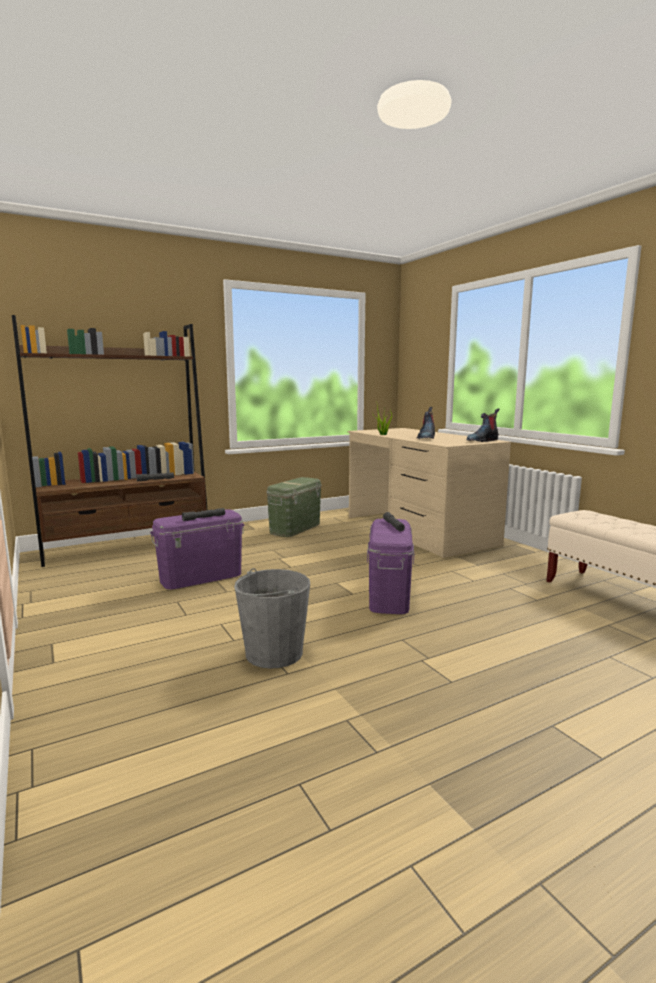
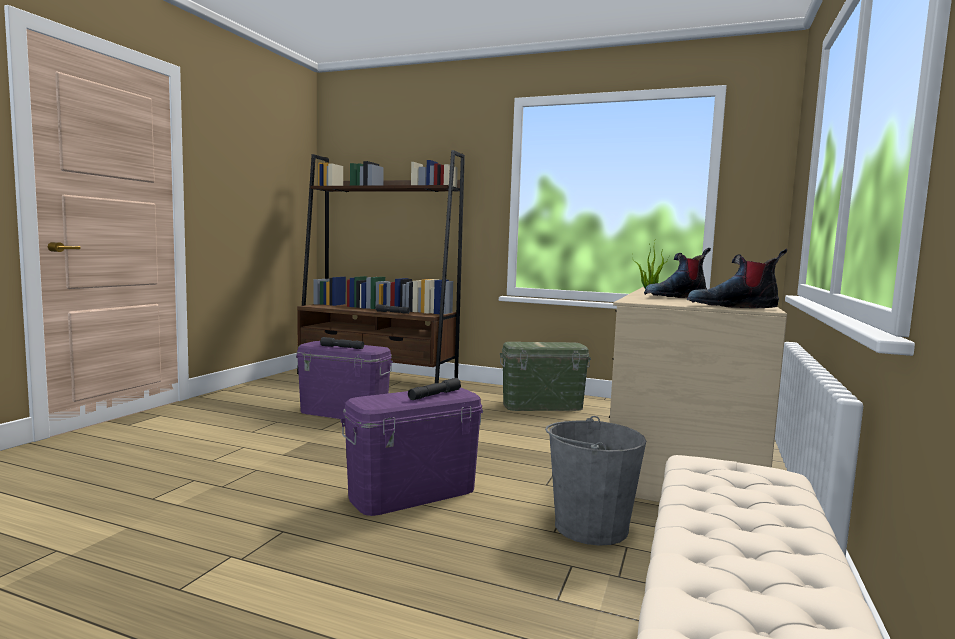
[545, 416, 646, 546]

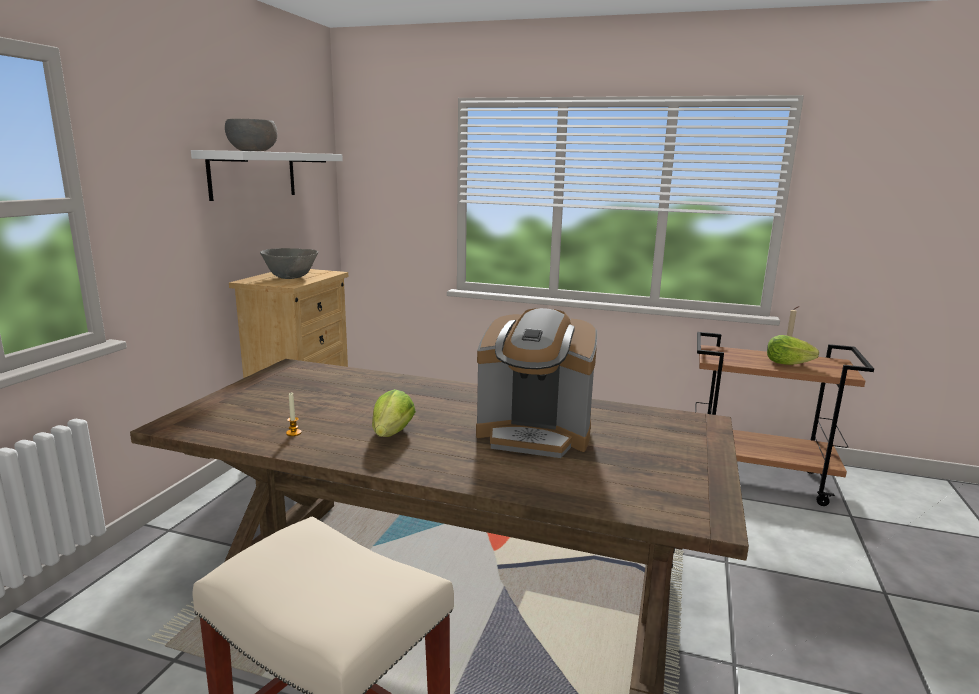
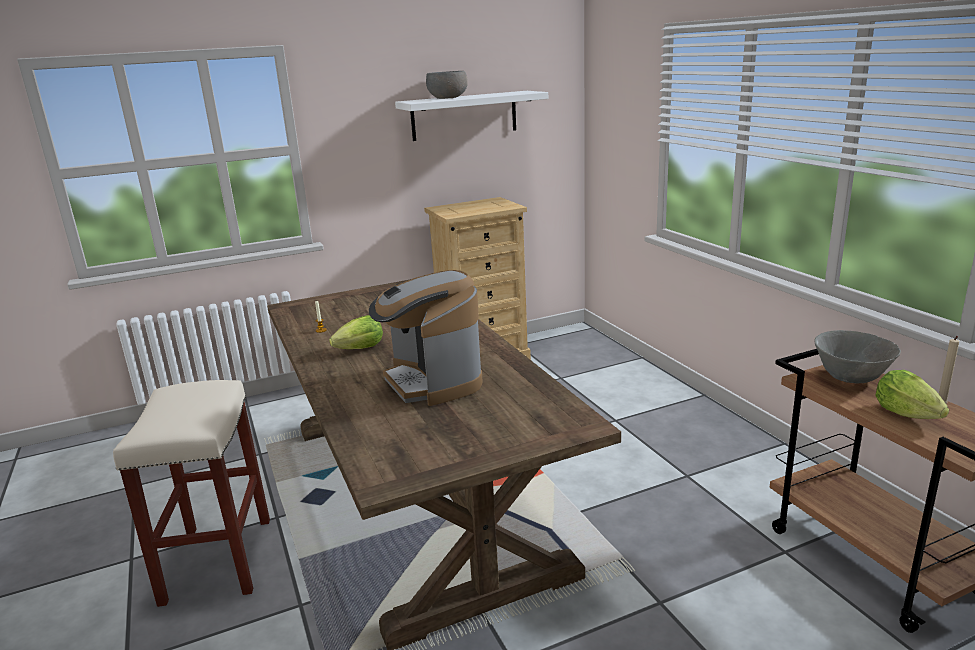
[814, 330, 901, 383]

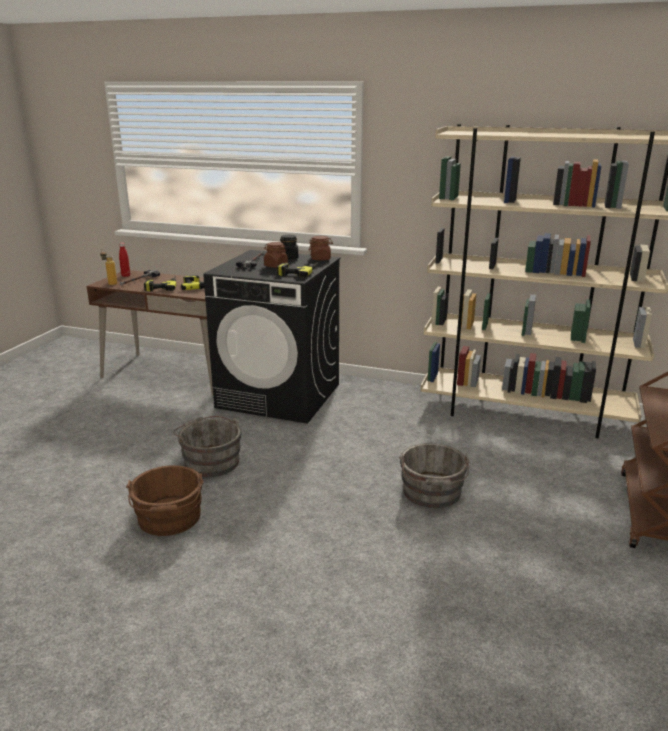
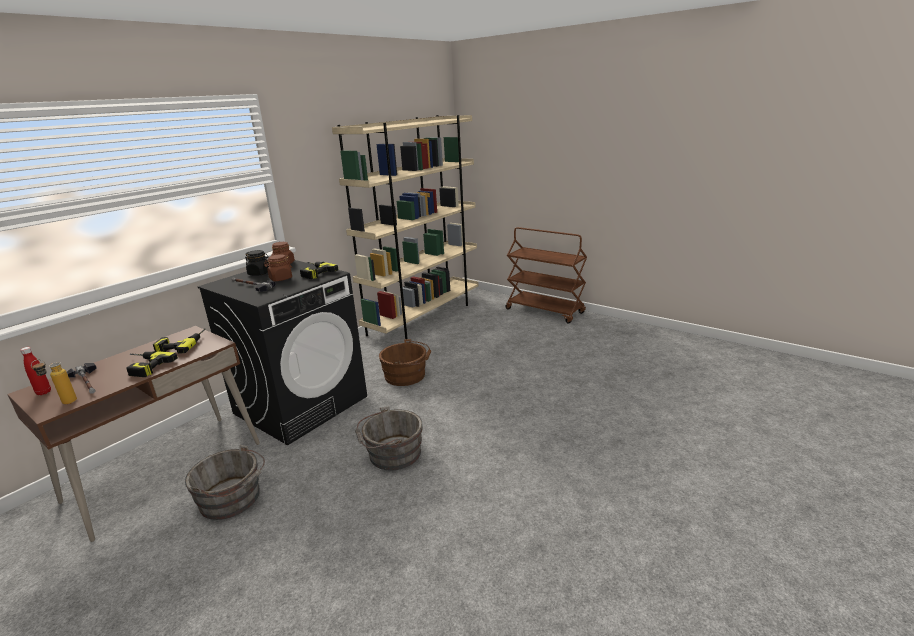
[379, 339, 431, 386]
[185, 445, 265, 520]

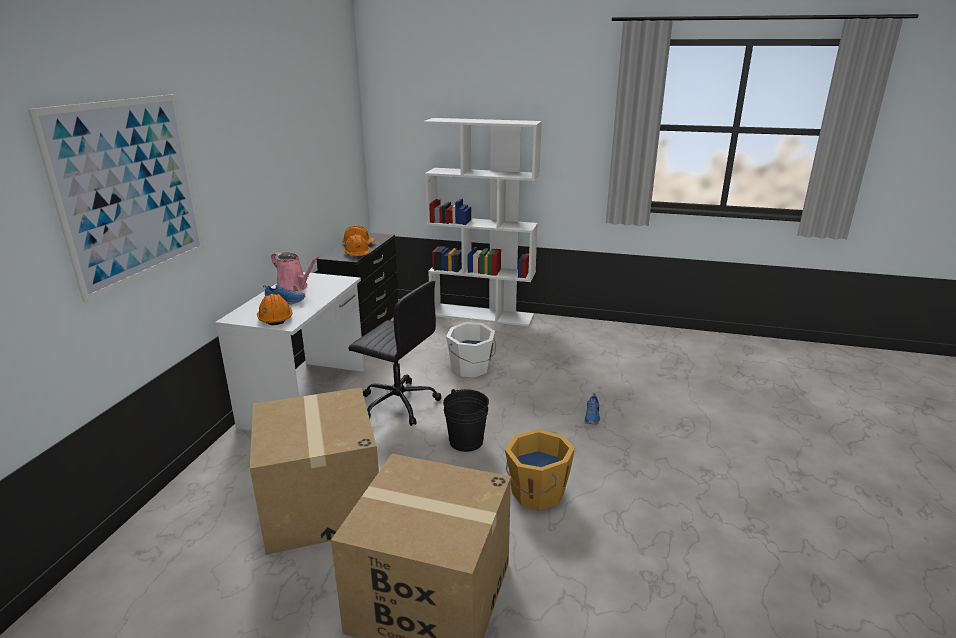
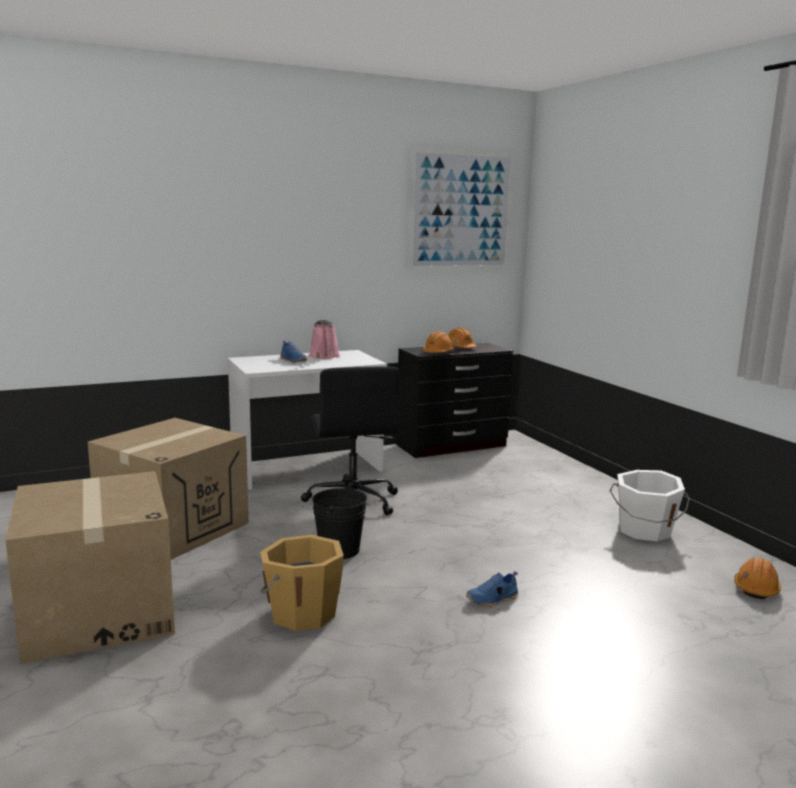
[423, 118, 542, 326] (first image)
[409, 148, 514, 270]
[734, 557, 781, 599]
[610, 470, 690, 541]

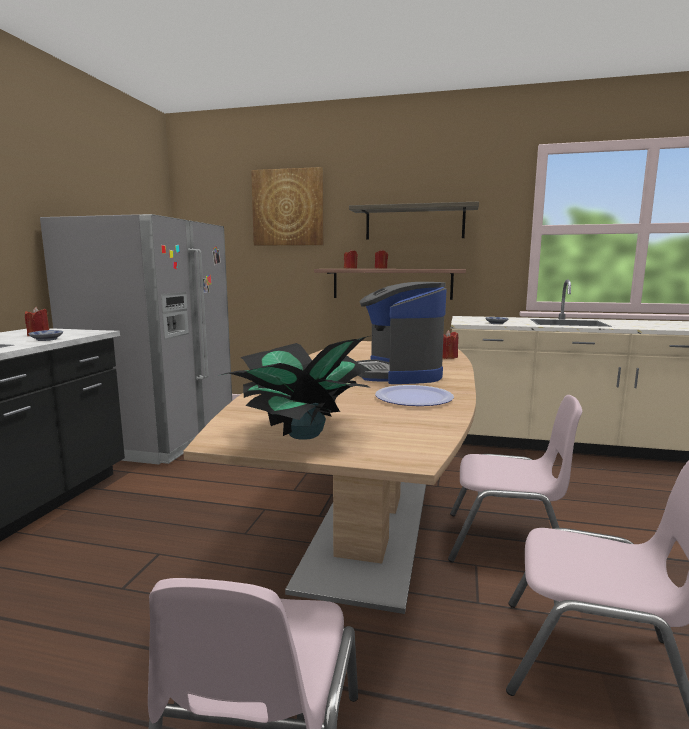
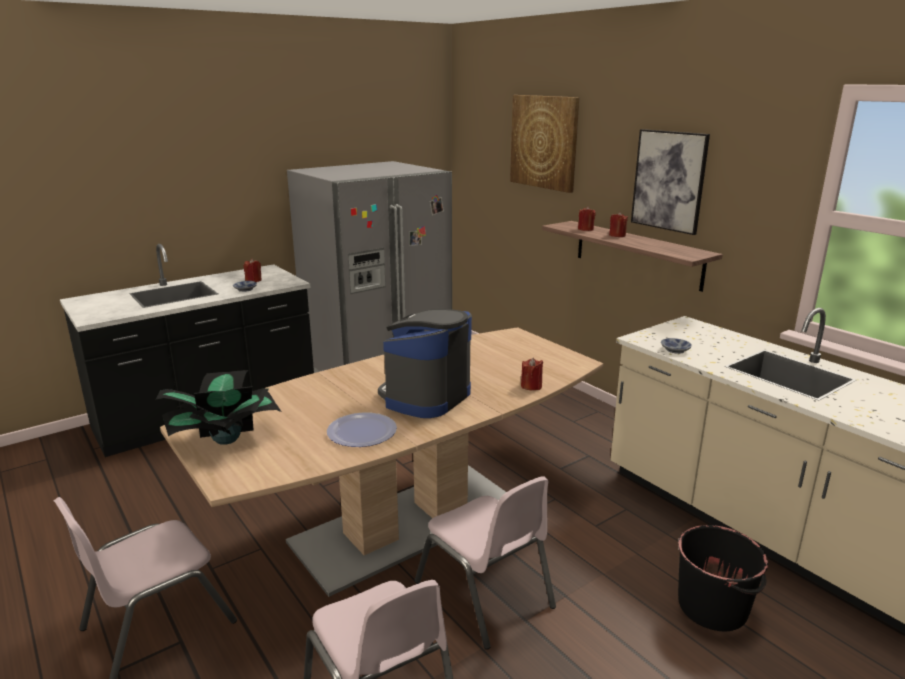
[678, 525, 768, 631]
[631, 129, 710, 235]

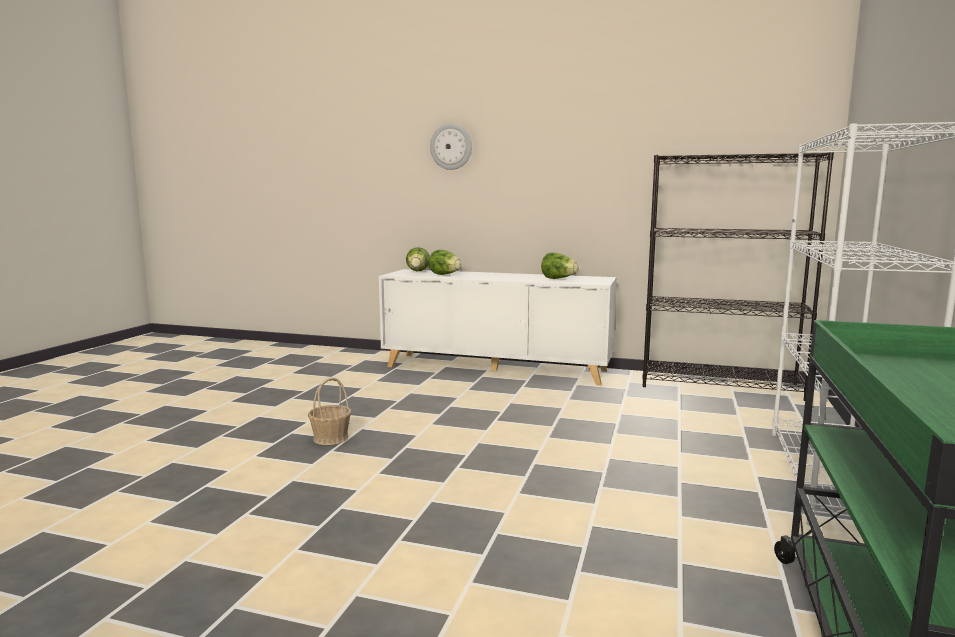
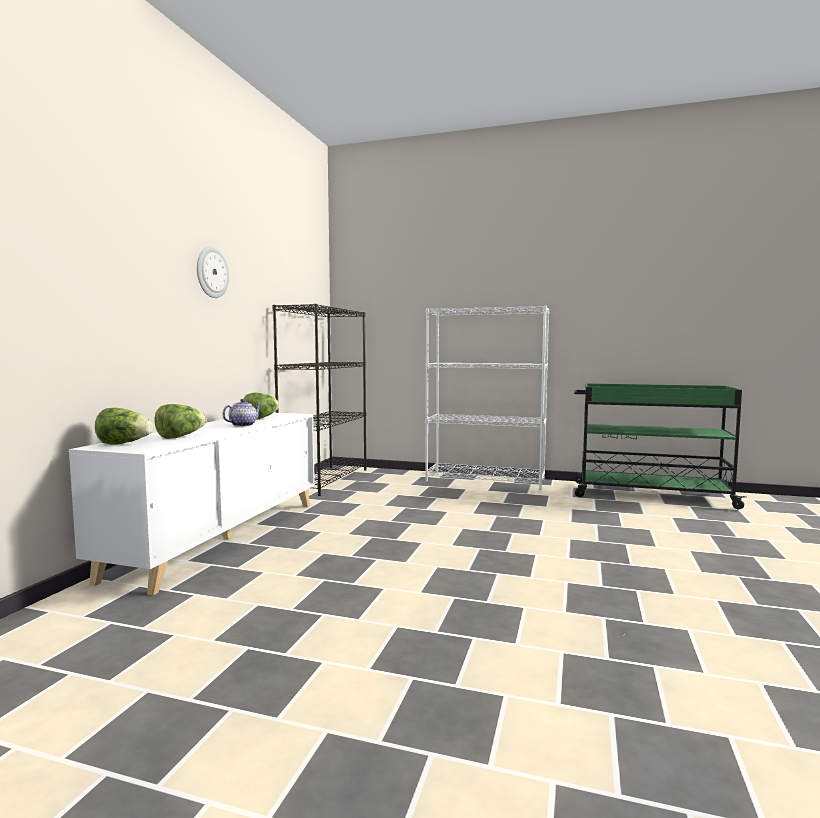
[308, 377, 352, 445] (first image)
[222, 399, 262, 427]
[197, 246, 229, 298]

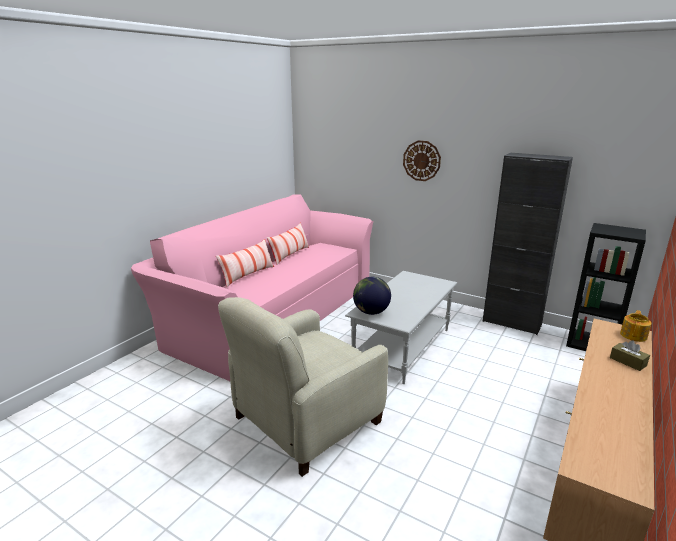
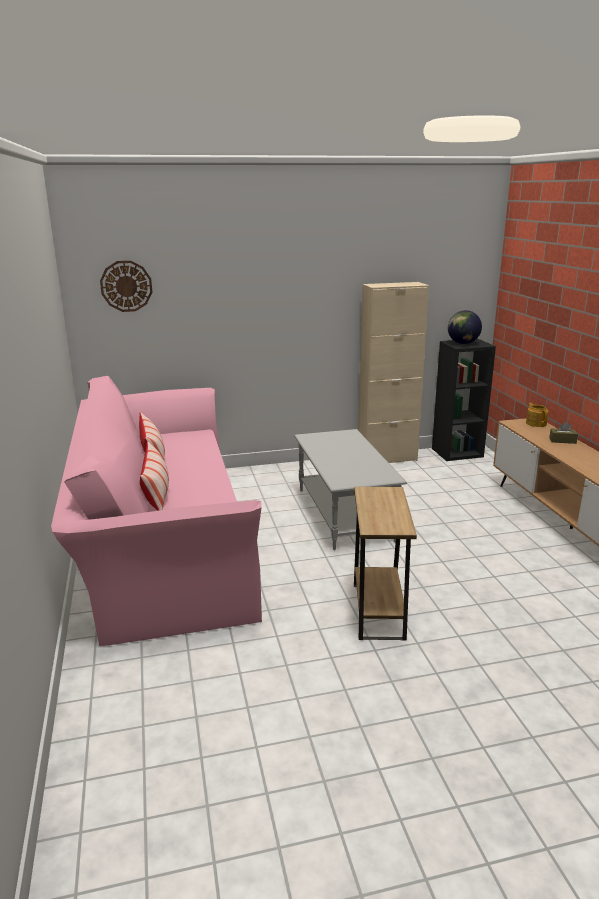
[448, 310, 482, 344]
[100, 261, 152, 312]
[354, 487, 417, 641]
[358, 282, 429, 463]

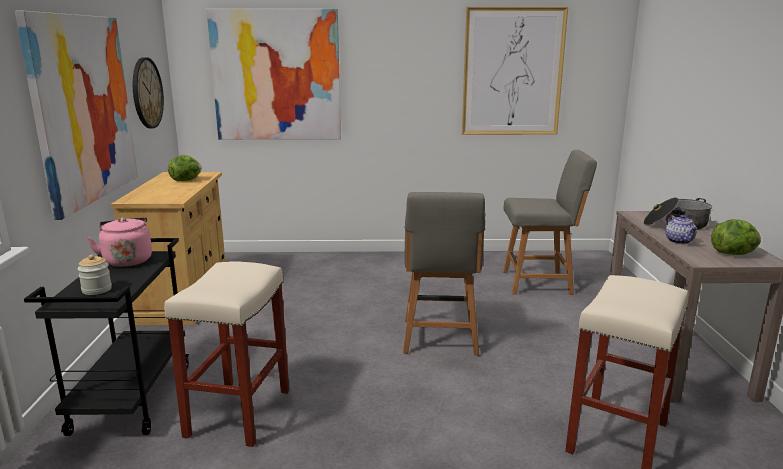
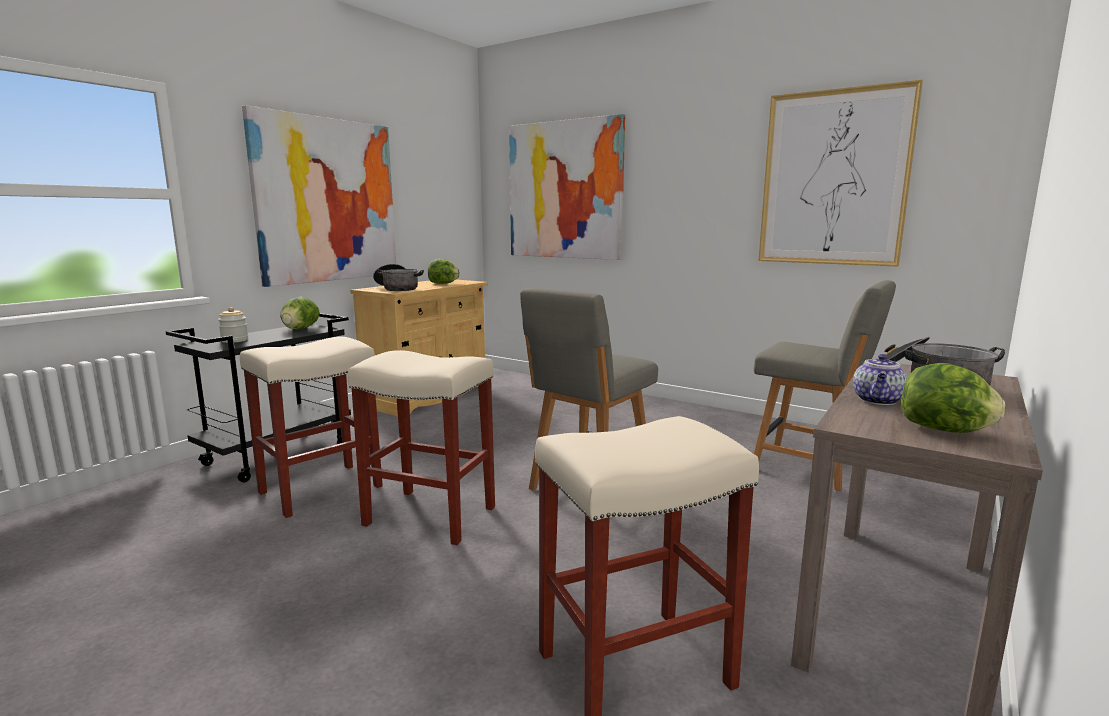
[133, 57, 164, 128] (first image)
[348, 350, 495, 545]
[373, 264, 424, 291]
[280, 297, 320, 330]

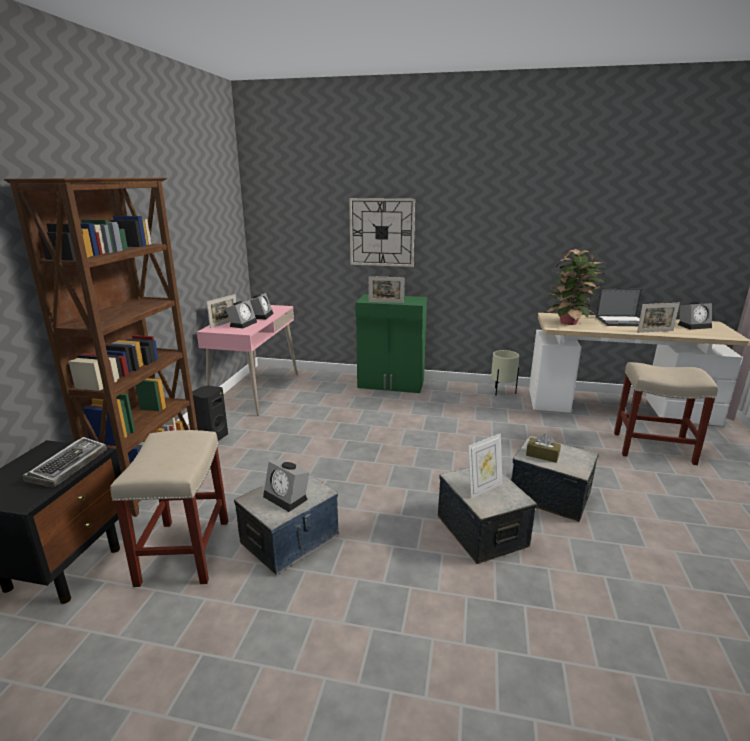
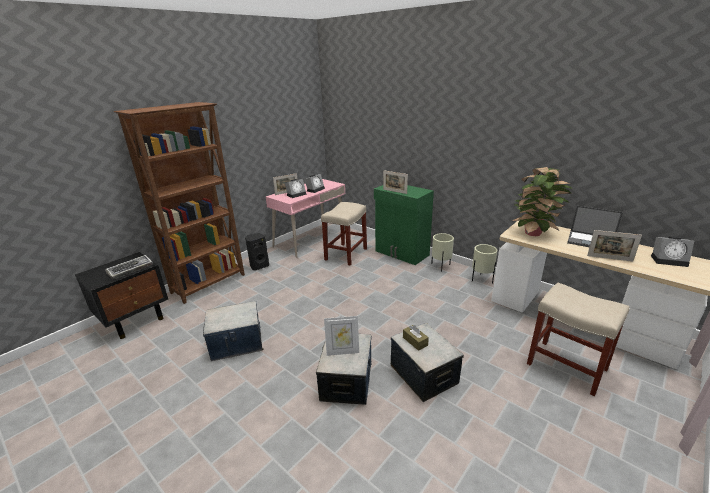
[263, 460, 309, 512] (first image)
[349, 198, 415, 267] (first image)
[431, 233, 454, 272]
[321, 202, 367, 266]

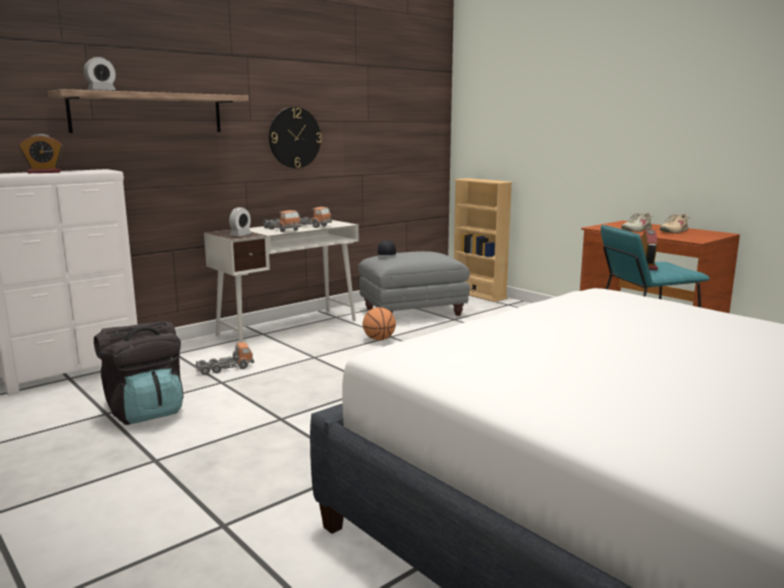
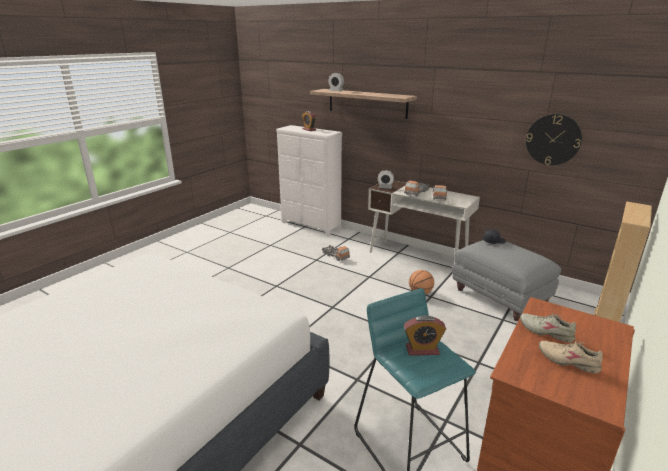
[94, 321, 184, 425] (first image)
[526, 114, 582, 165]

